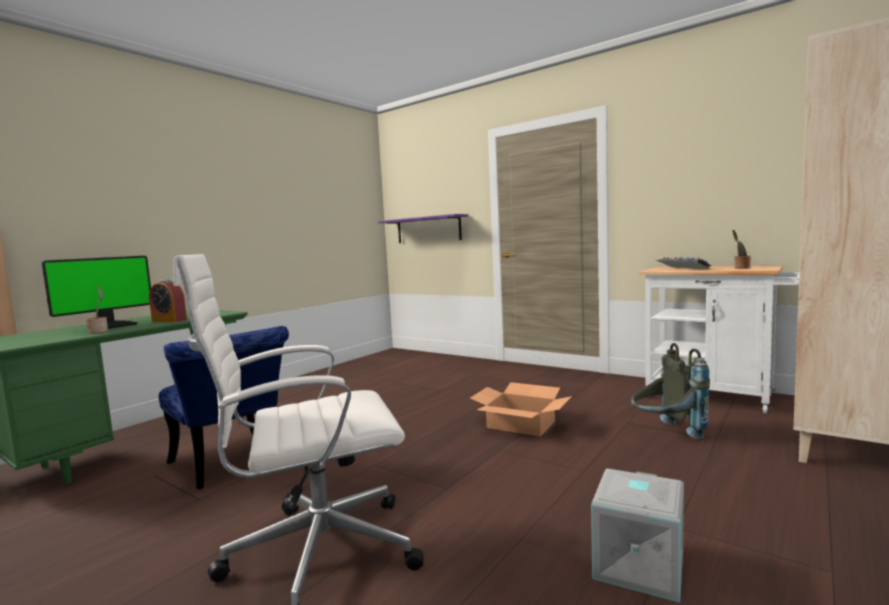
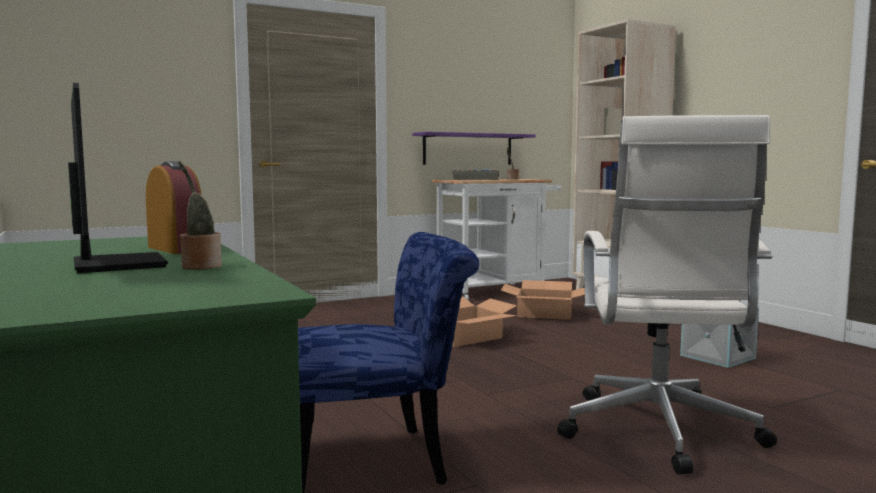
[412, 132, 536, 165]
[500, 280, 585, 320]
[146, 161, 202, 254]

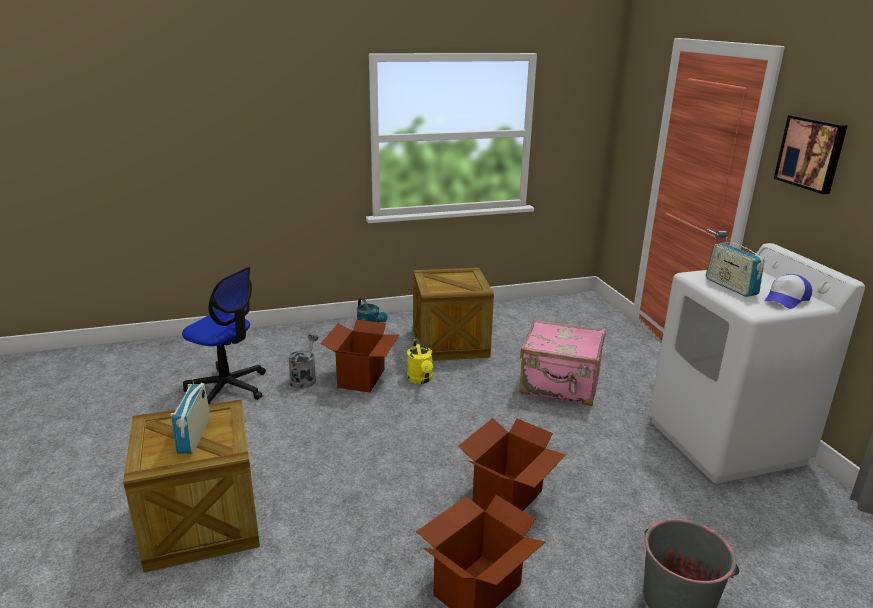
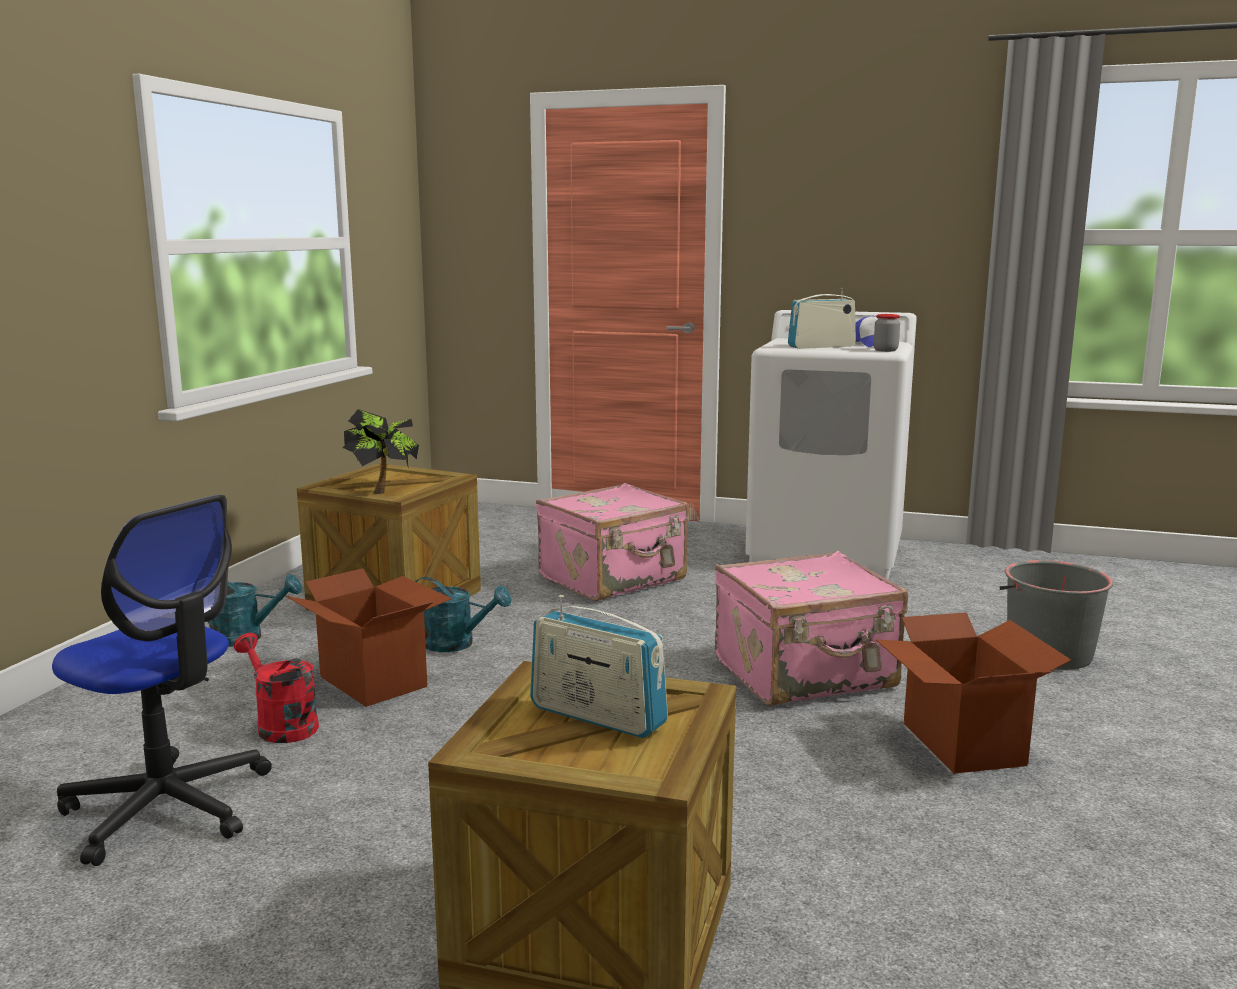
[774, 115, 848, 194] (first image)
[343, 409, 419, 494]
[874, 314, 900, 352]
[715, 551, 908, 706]
[234, 633, 319, 743]
[415, 577, 511, 652]
[52, 495, 272, 866]
[788, 288, 856, 349]

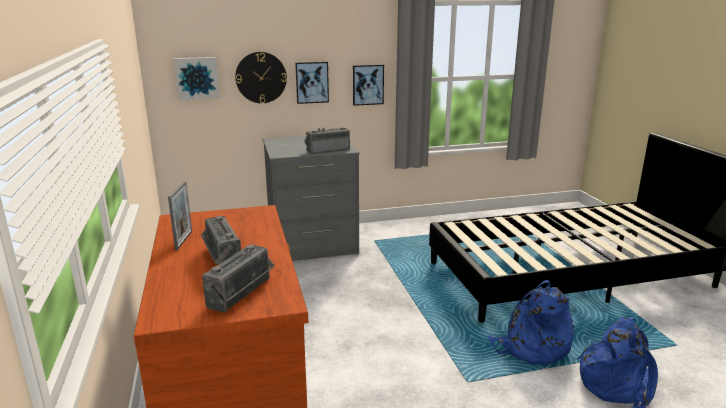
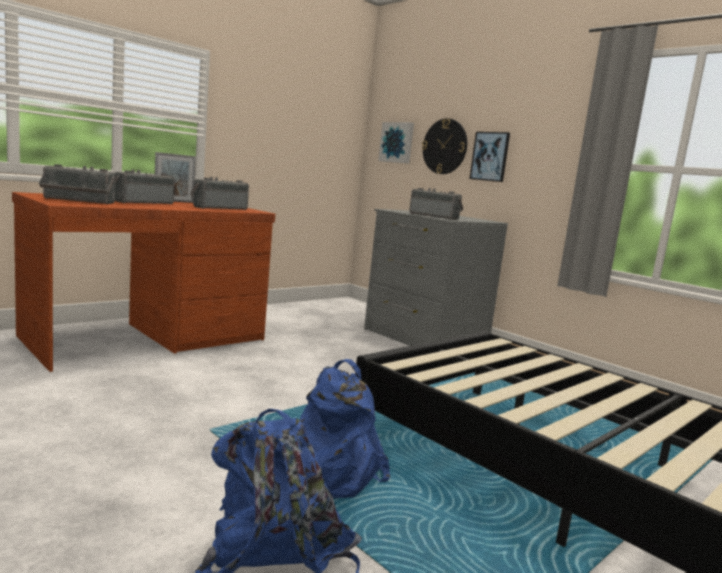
[353, 64, 384, 106] (first image)
[190, 177, 249, 210]

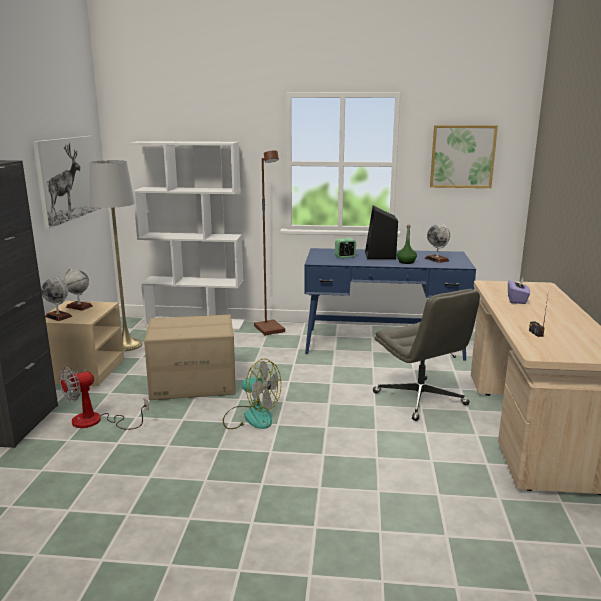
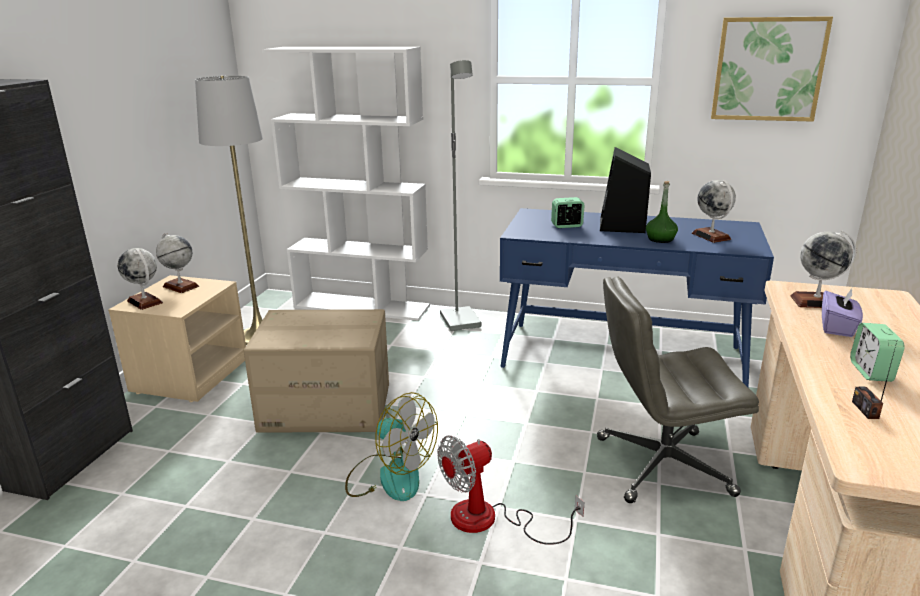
[33, 136, 101, 229] (first image)
[790, 230, 856, 308]
[850, 323, 905, 382]
[437, 435, 584, 545]
[440, 60, 481, 331]
[597, 276, 759, 503]

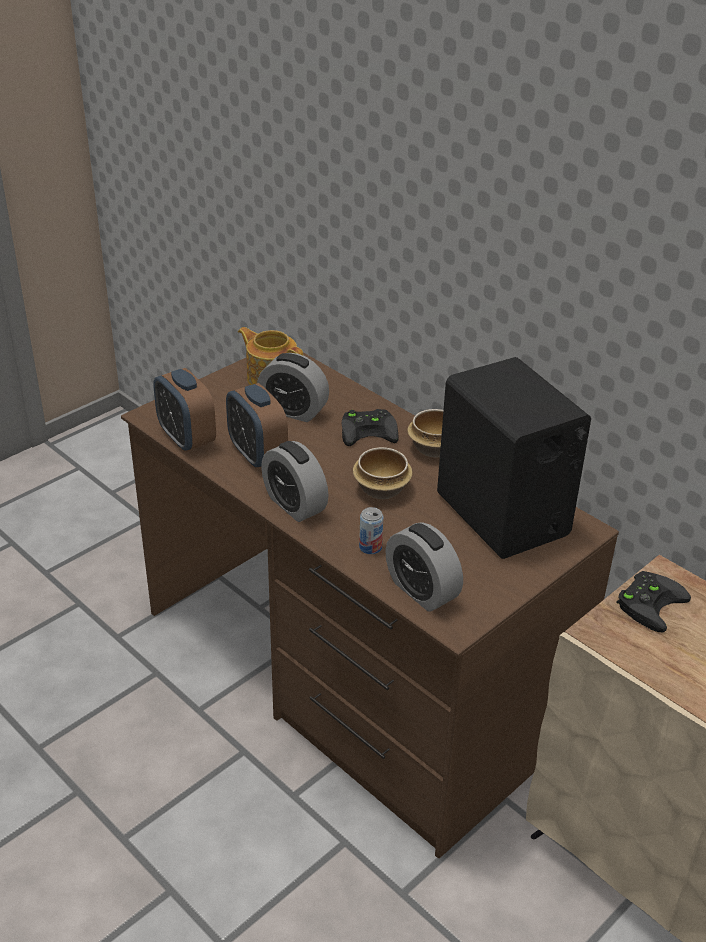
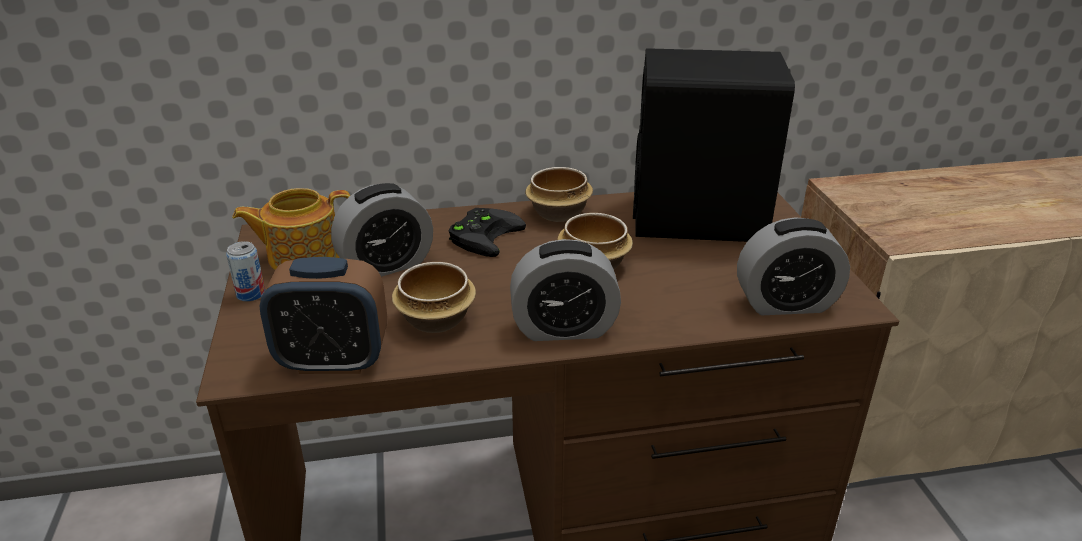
[617, 571, 691, 632] (first image)
[226, 241, 265, 302]
[392, 262, 476, 333]

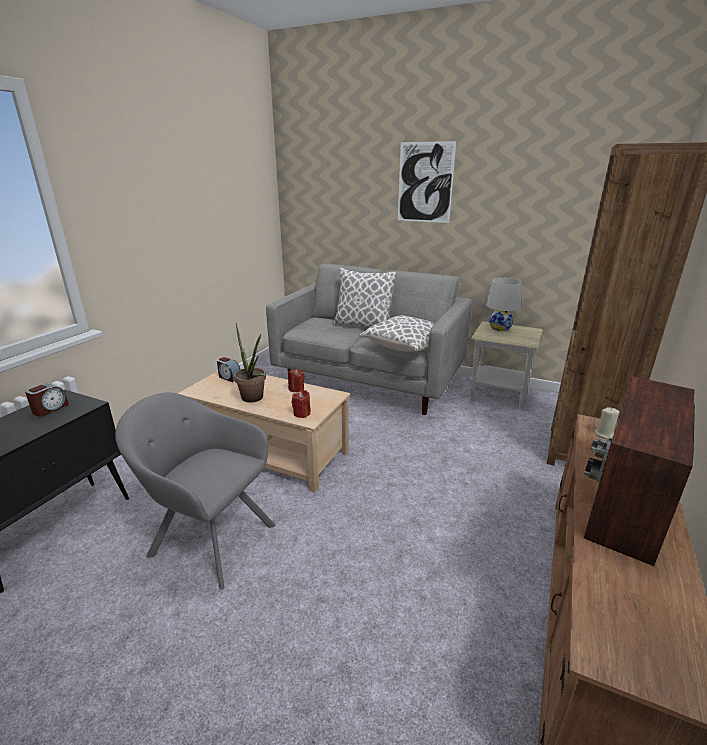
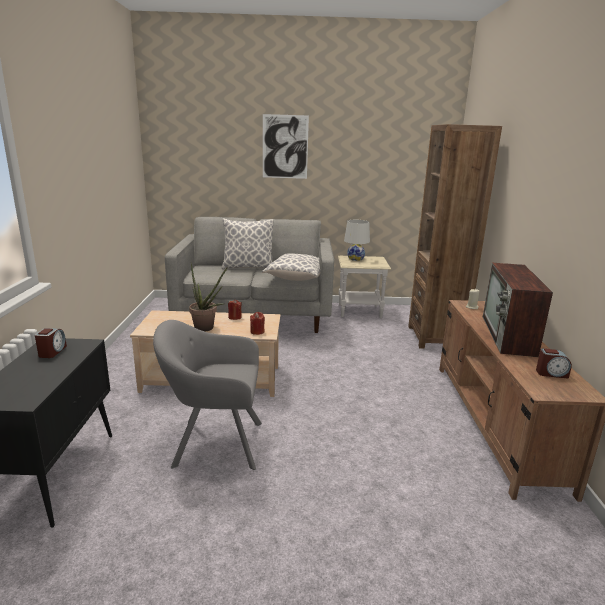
[536, 348, 572, 379]

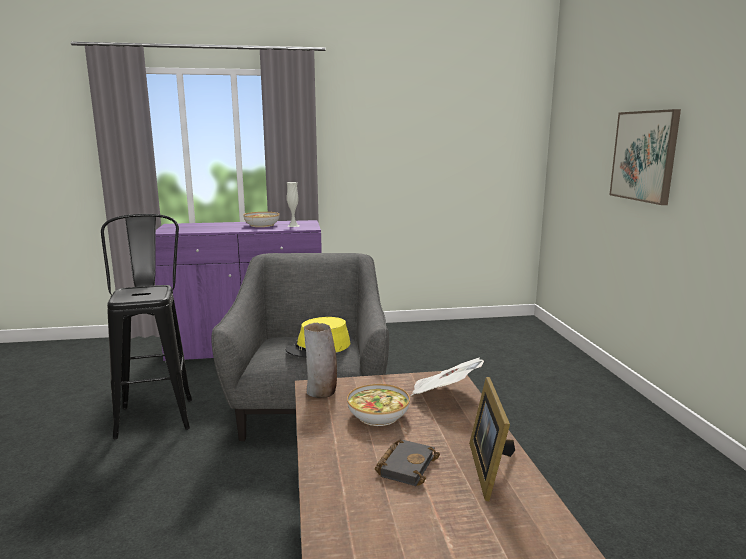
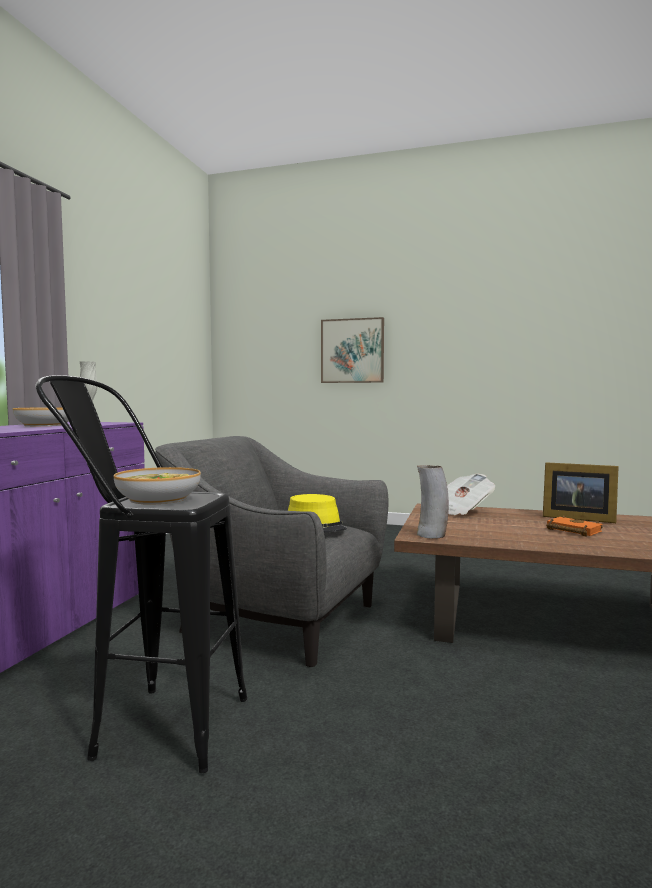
[114, 467, 201, 505]
[546, 516, 603, 537]

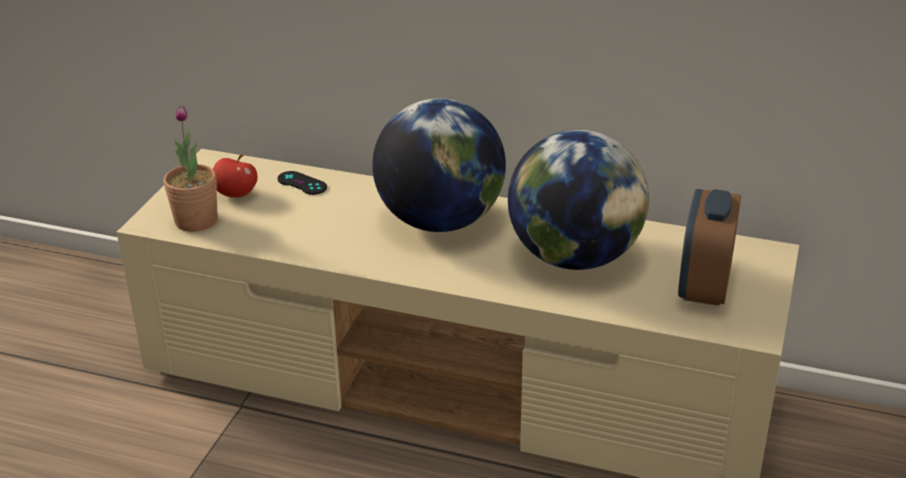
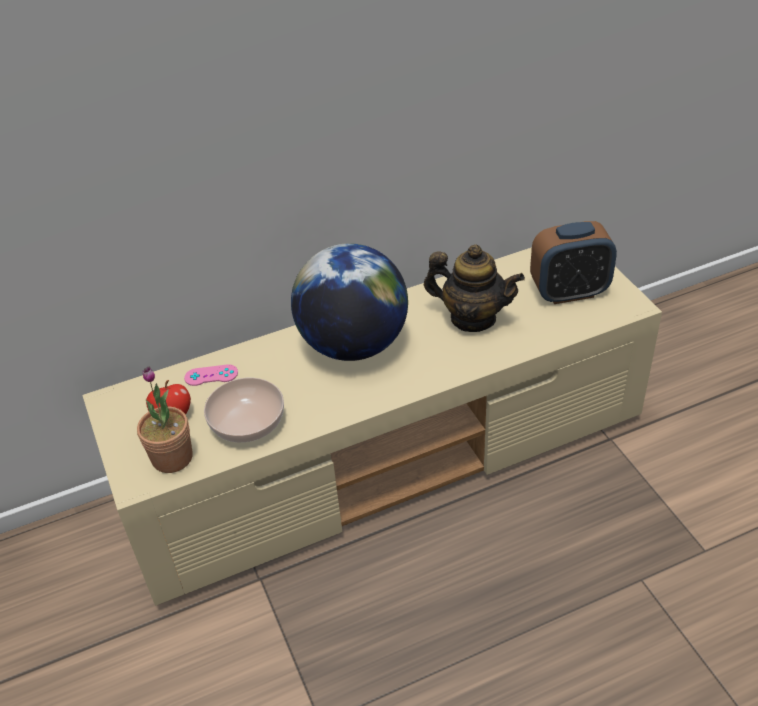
[204, 378, 284, 443]
[424, 244, 525, 332]
[184, 364, 238, 386]
[530, 221, 617, 304]

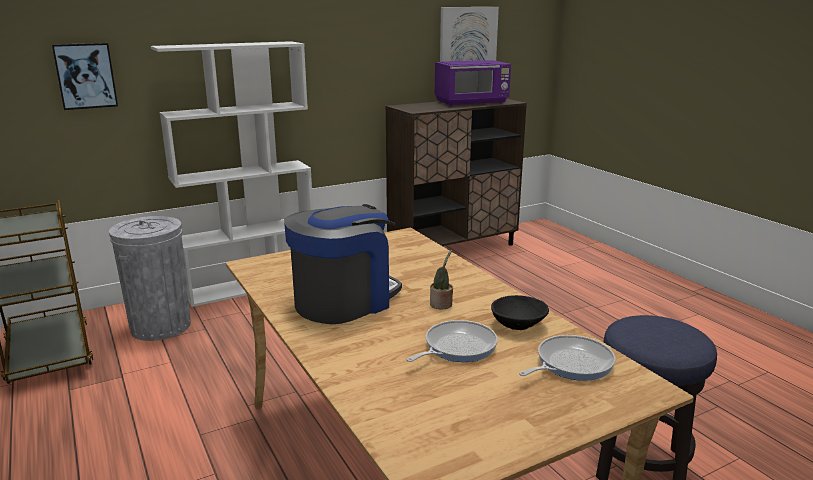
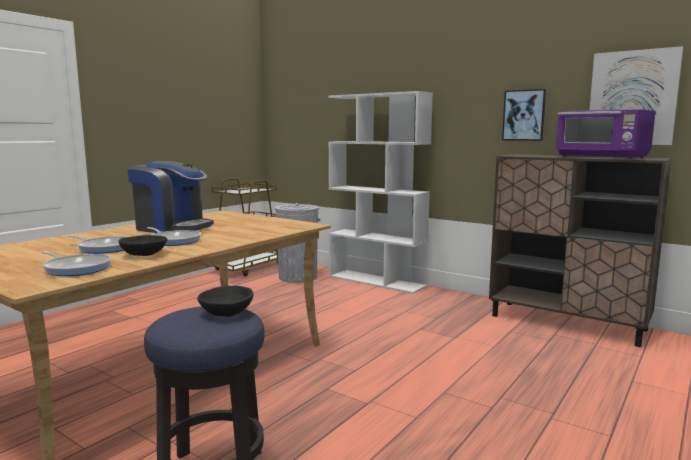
[197, 286, 253, 317]
[502, 89, 546, 141]
[147, 227, 201, 246]

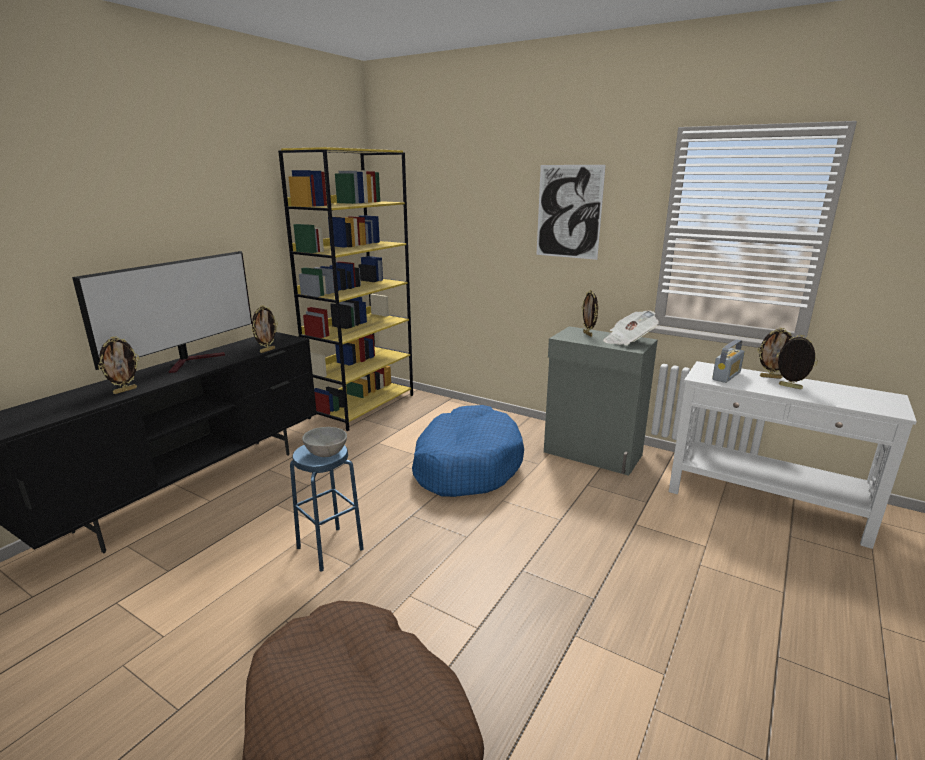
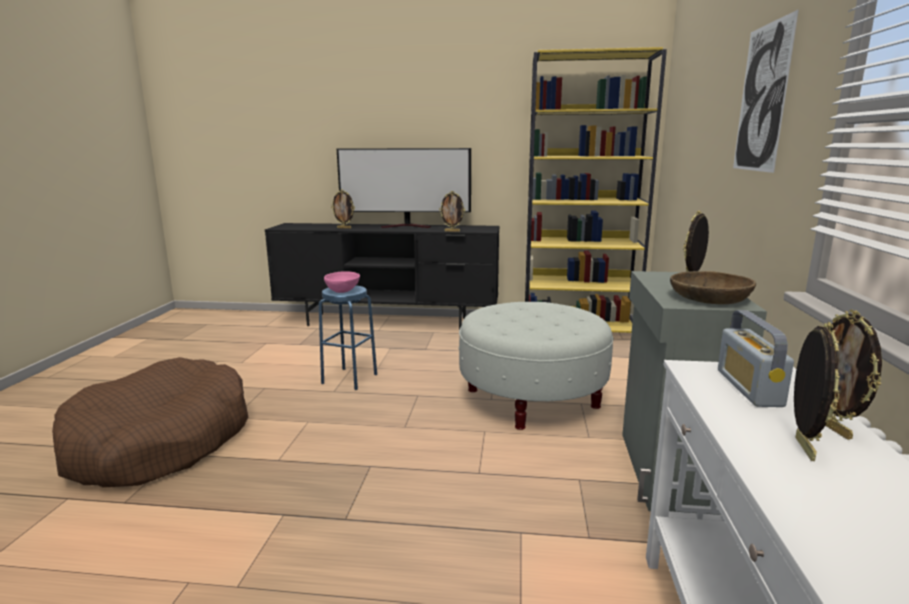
[459, 302, 614, 430]
[670, 271, 756, 304]
[324, 271, 360, 293]
[718, 310, 794, 407]

